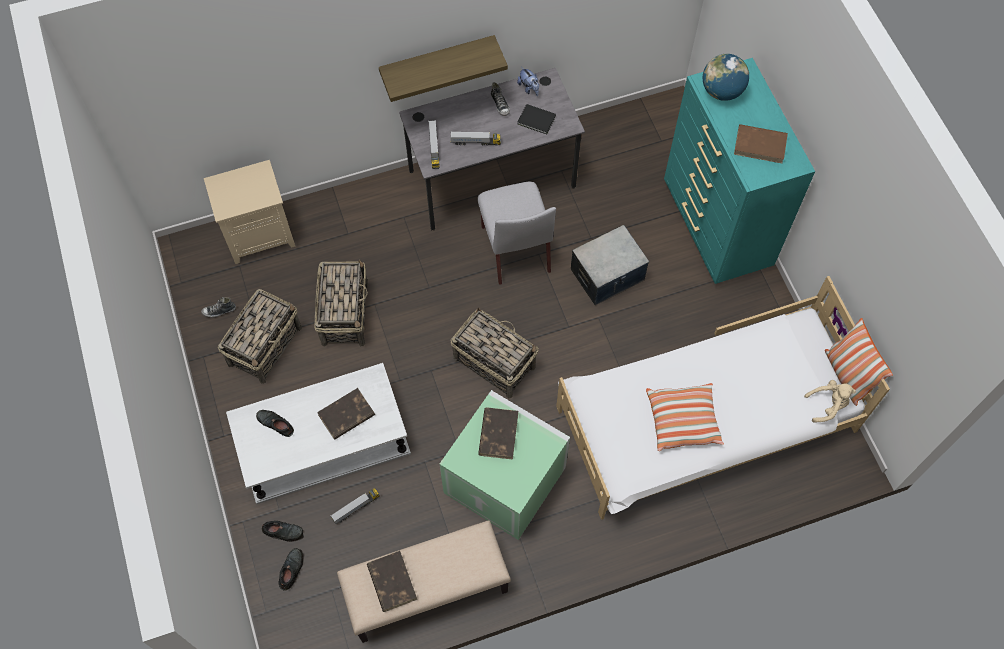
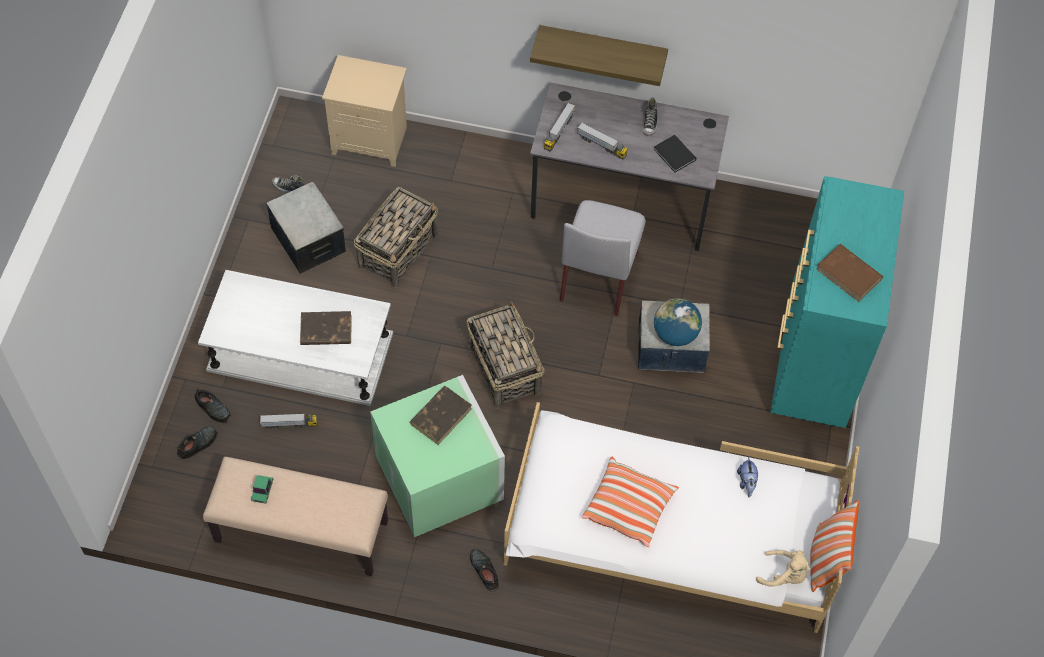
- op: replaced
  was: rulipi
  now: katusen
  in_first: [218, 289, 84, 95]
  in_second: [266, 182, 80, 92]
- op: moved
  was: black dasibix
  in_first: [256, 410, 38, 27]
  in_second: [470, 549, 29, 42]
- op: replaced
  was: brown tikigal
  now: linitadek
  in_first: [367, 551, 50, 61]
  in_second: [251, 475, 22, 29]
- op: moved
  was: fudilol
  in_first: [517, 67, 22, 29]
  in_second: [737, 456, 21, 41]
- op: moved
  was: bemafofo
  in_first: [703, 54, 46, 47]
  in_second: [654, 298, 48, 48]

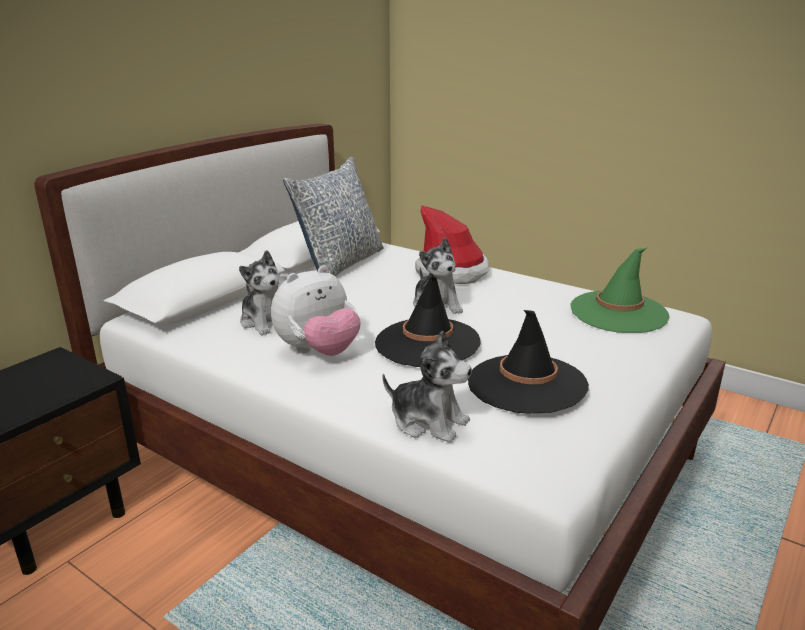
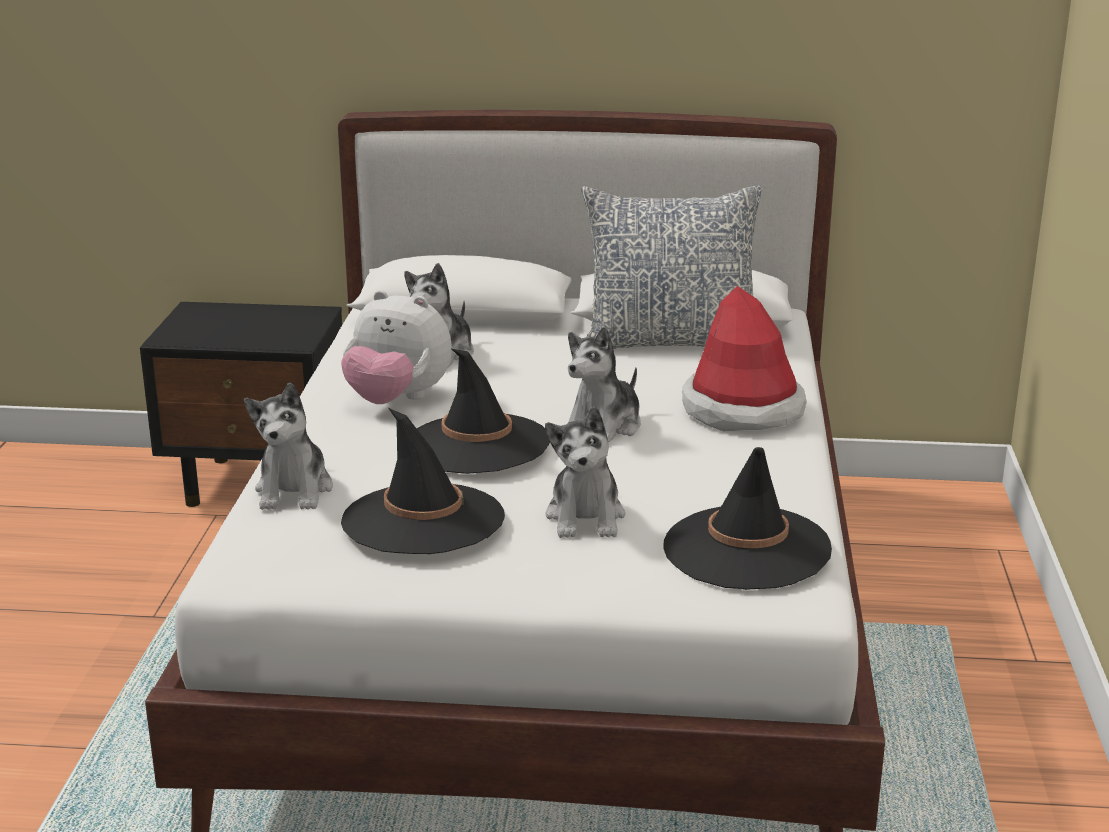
- op: recoloured
  was: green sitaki
  now: black sitaki
  in_first: [570, 248, 100, 85]
  in_second: [663, 447, 169, 143]
- op: added
  now: fudilol
  in_second: [545, 407, 80, 131]

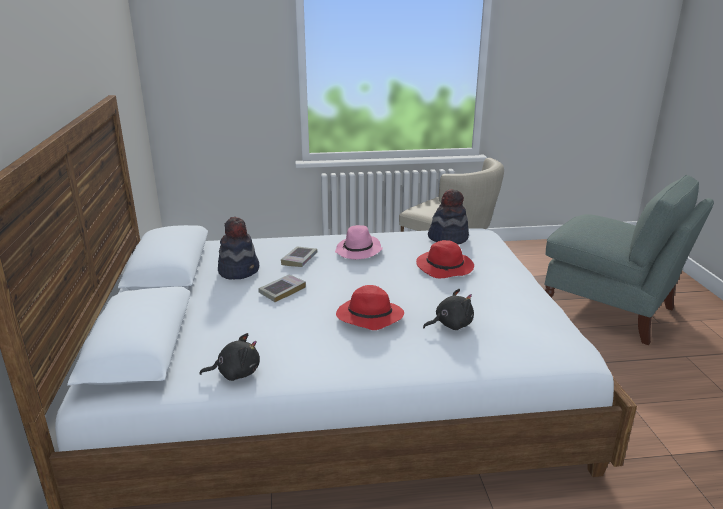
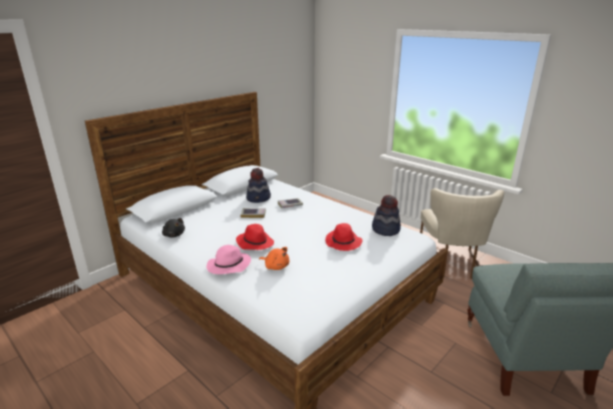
- op: moved
  was: pink sitaki
  in_first: [335, 225, 48, 34]
  in_second: [206, 245, 45, 29]
- op: recoloured
  was: black fudilol
  now: orange fudilol
  in_first: [423, 289, 51, 41]
  in_second: [259, 247, 30, 23]

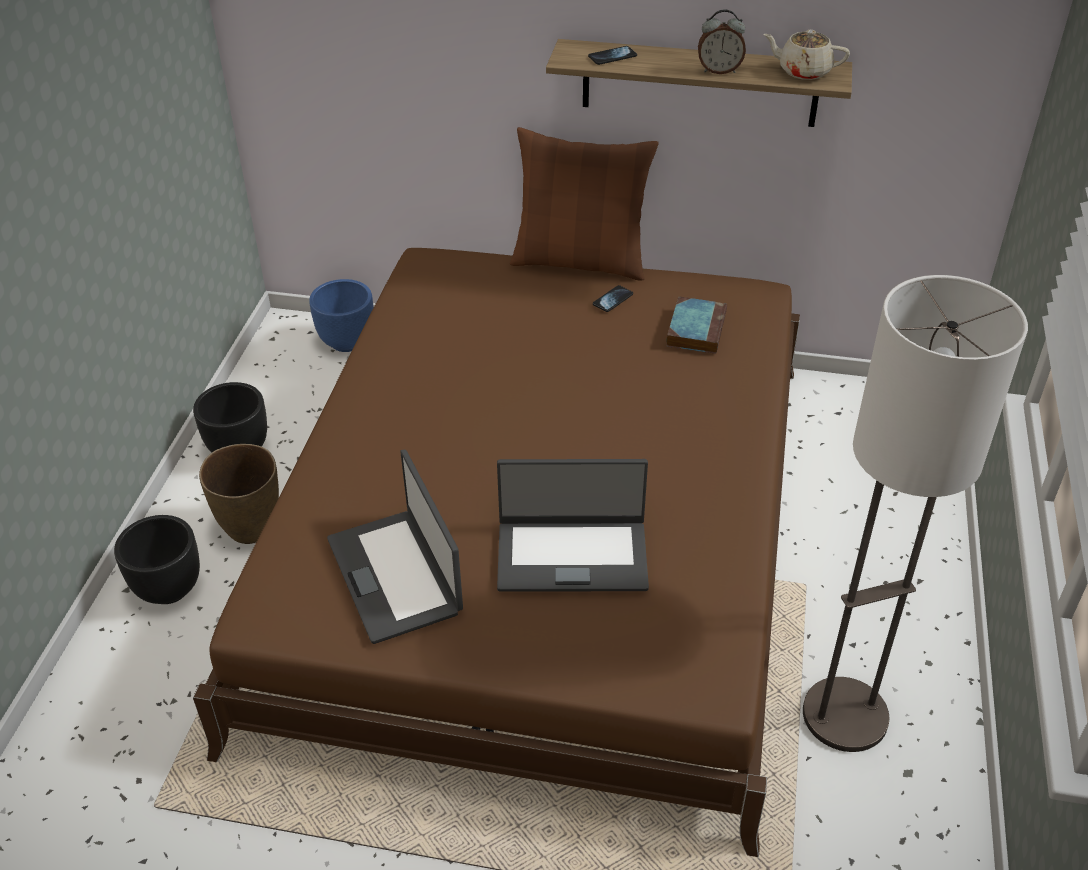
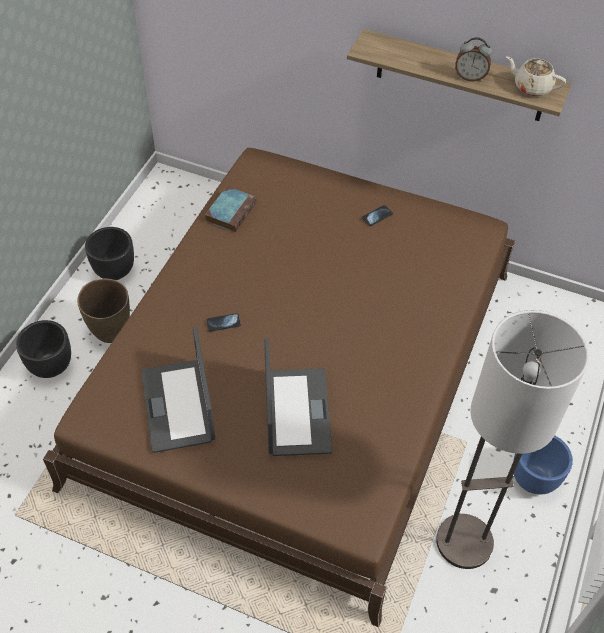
- op: moved
  was: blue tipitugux
  in_first: [309, 279, 64, 73]
  in_second: [513, 436, 60, 59]
- op: turned
  was: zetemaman
  in_first: [497, 459, 152, 133]
  in_second: [264, 338, 68, 118]
  clockwise: -105
- op: removed
  was: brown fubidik
  in_first: [510, 127, 149, 154]
- op: moved
  was: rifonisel
  in_first: [588, 46, 49, 19]
  in_second: [207, 313, 34, 19]
- op: moved
  was: tikigal
  in_first: [666, 296, 61, 58]
  in_second: [205, 186, 52, 46]

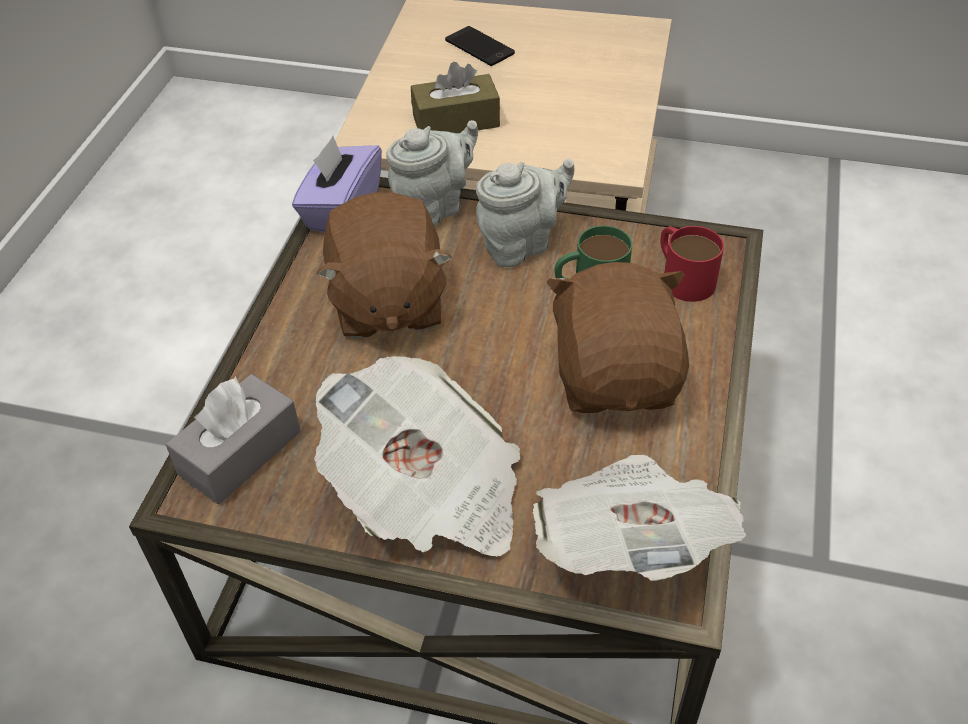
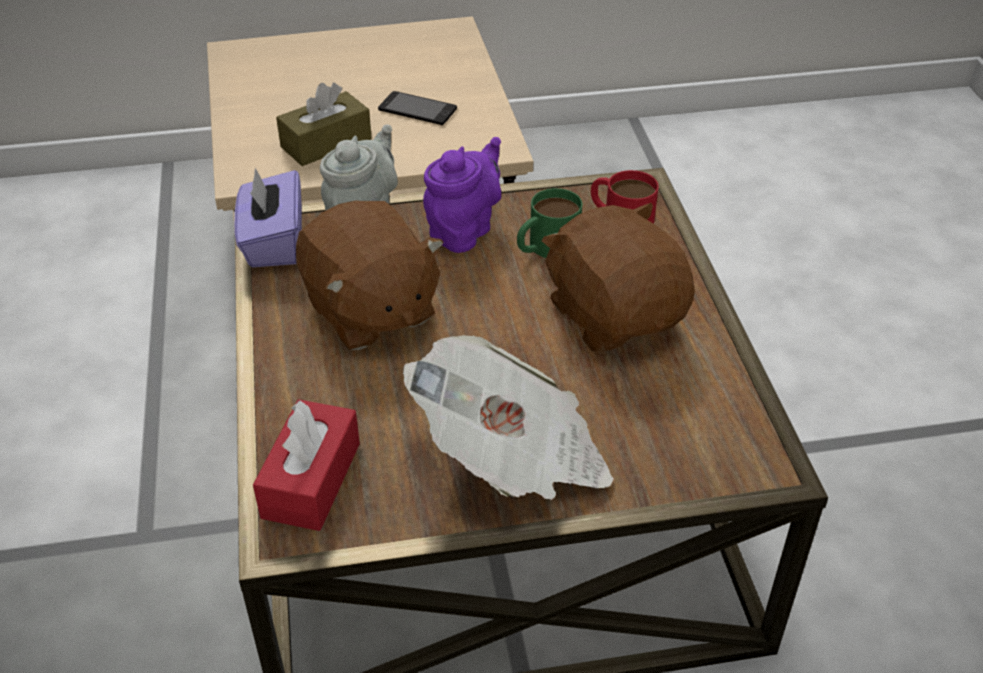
- op: recoloured
  was: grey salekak
  now: red salekak
  in_first: [166, 374, 135, 130]
  in_second: [253, 399, 107, 132]
- op: moved
  was: rifonisel
  in_first: [445, 26, 70, 40]
  in_second: [378, 91, 79, 34]
- op: recoloured
  was: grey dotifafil
  now: purple dotifafil
  in_first: [476, 158, 98, 109]
  in_second: [423, 137, 78, 116]
- op: removed
  was: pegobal
  in_first: [533, 455, 213, 126]

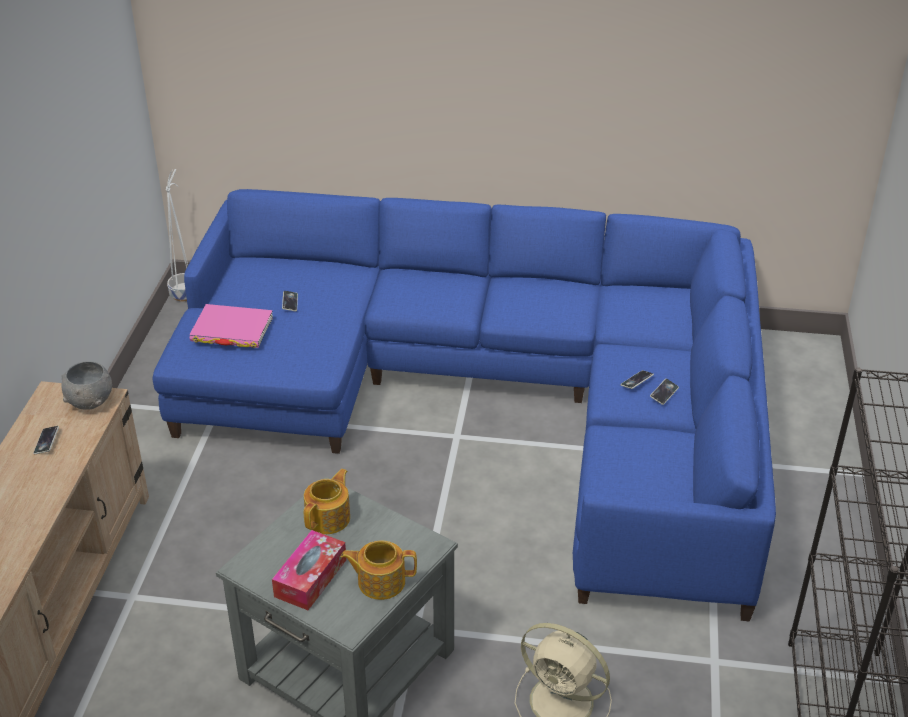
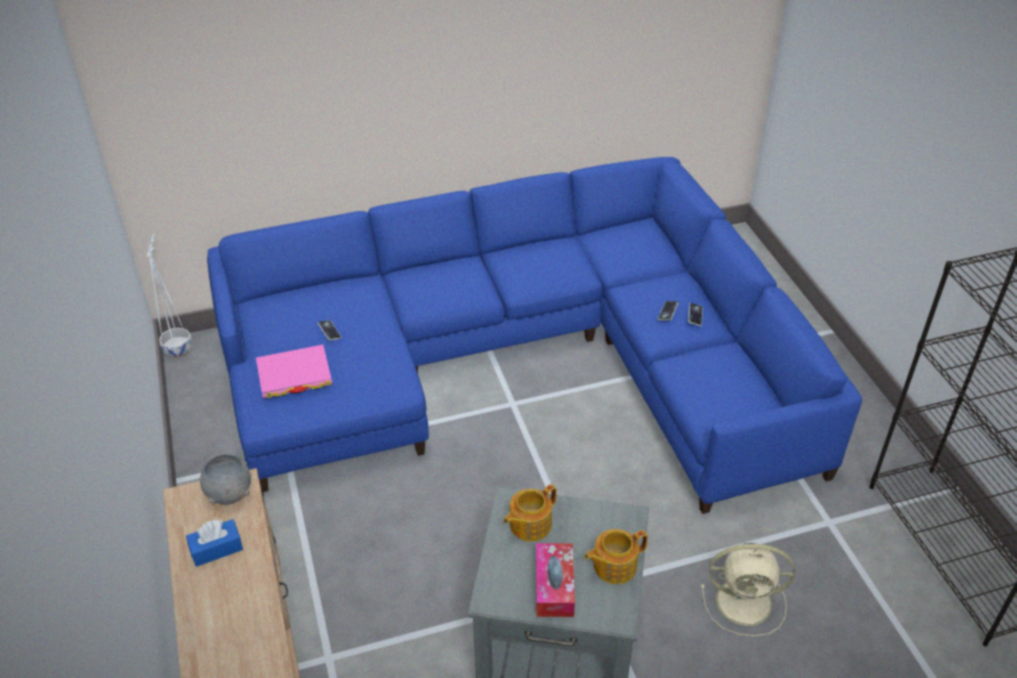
- op: replaced
  was: rifonisel
  now: blue salekak
  in_first: [33, 426, 26, 28]
  in_second: [186, 519, 57, 48]
- op: turned
  was: dotifafil
  in_first: [304, 469, 46, 65]
  in_second: [504, 484, 53, 58]
  clockwise: -135

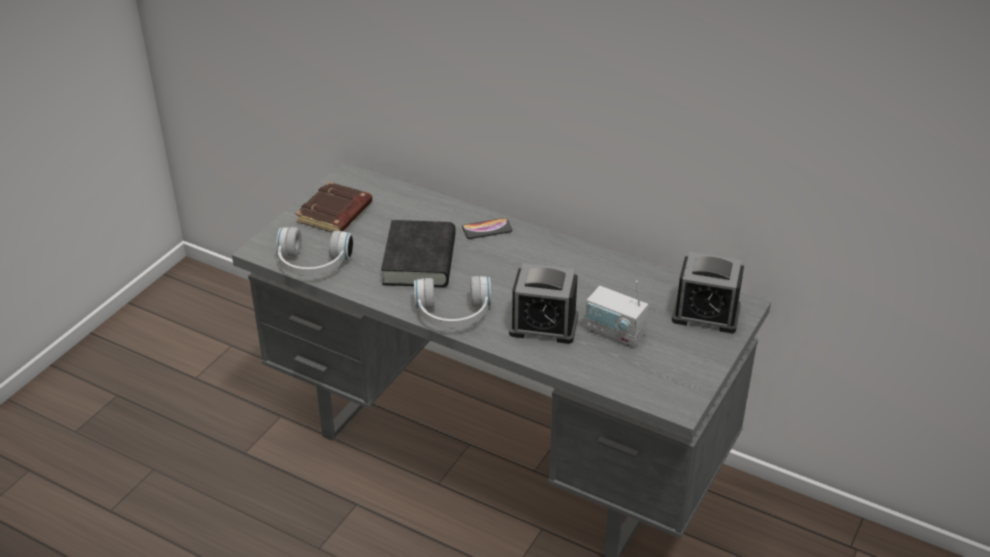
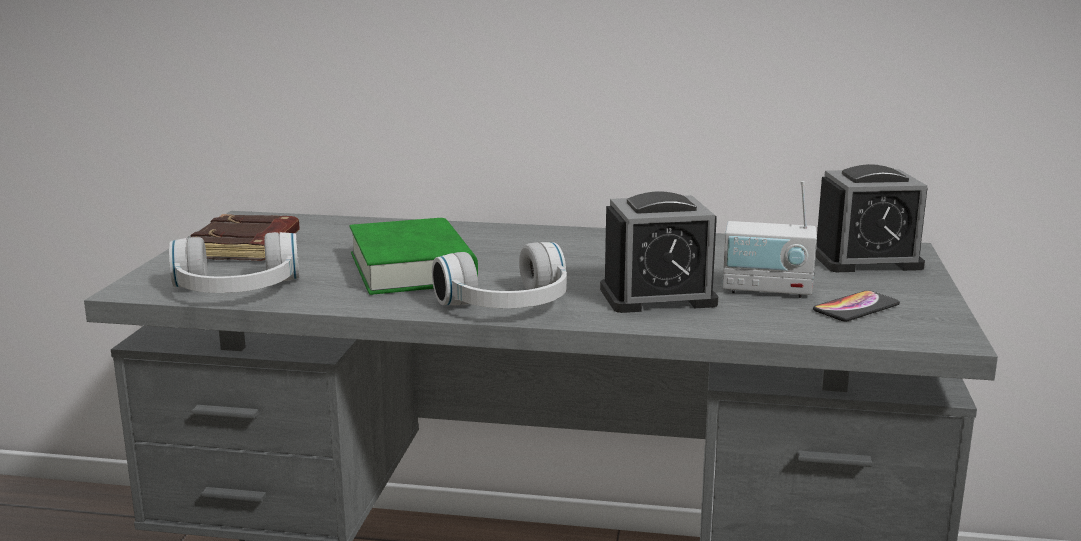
- op: recoloured
  was: black tikigal
  now: green tikigal
  in_first: [381, 220, 75, 67]
  in_second: [350, 218, 128, 77]
- op: moved
  was: rifonisel
  in_first: [462, 218, 50, 21]
  in_second: [813, 290, 87, 31]

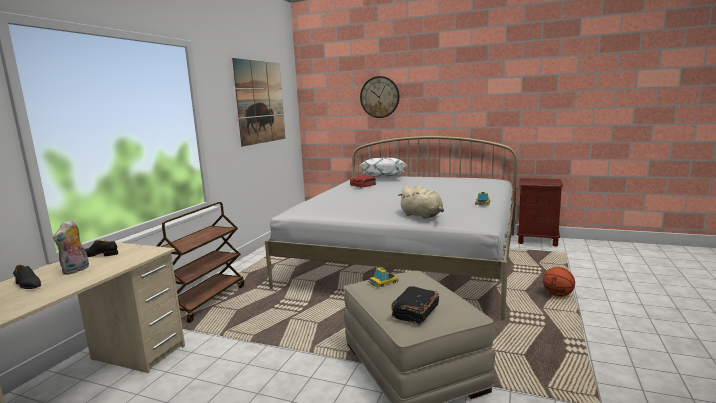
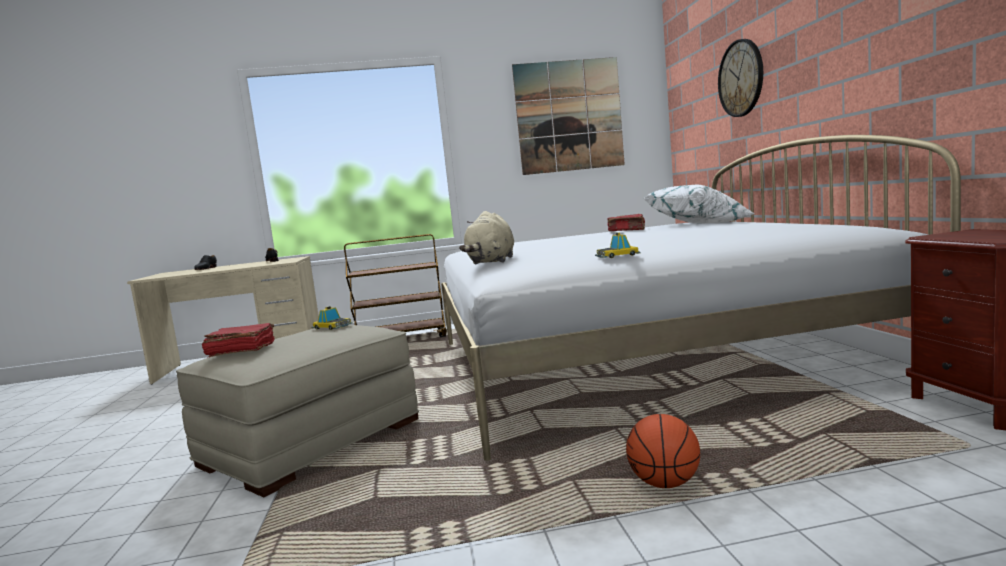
- op: removed
  was: fudilol
  in_first: [53, 220, 36, 55]
- op: recoloured
  was: black tikigal
  now: red tikigal
  in_first: [391, 287, 48, 38]
  in_second: [202, 323, 73, 34]

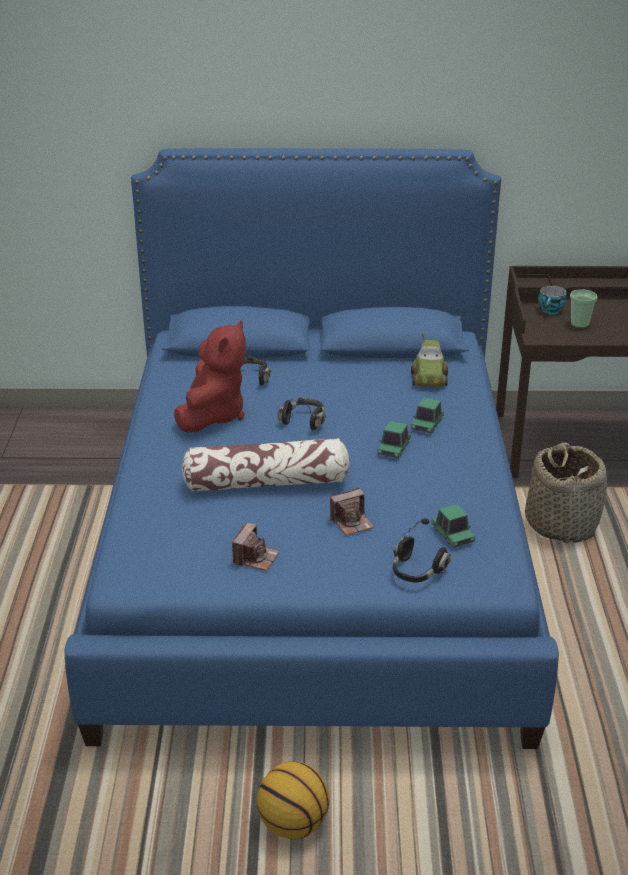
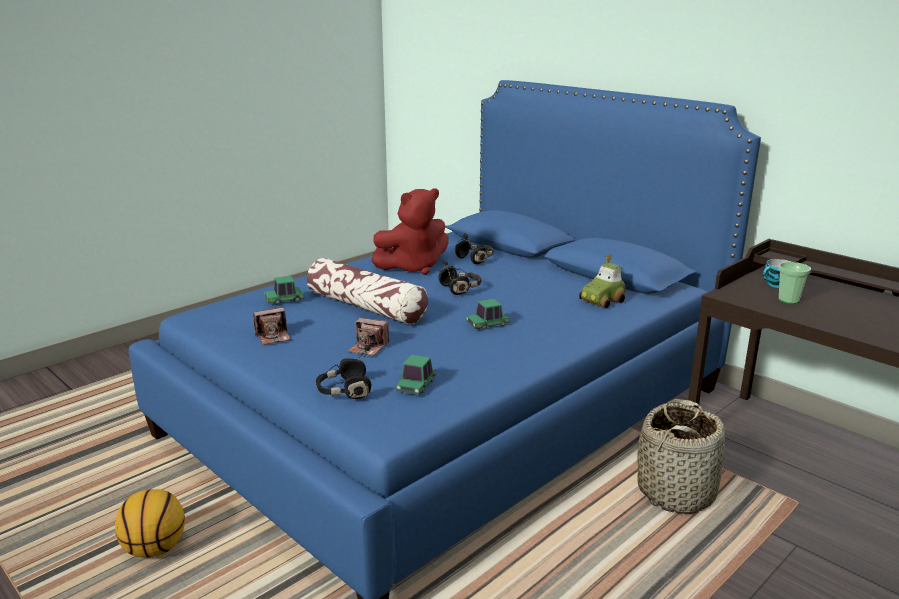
- op: moved
  was: linitadek
  in_first: [411, 397, 33, 36]
  in_second: [264, 276, 40, 29]

